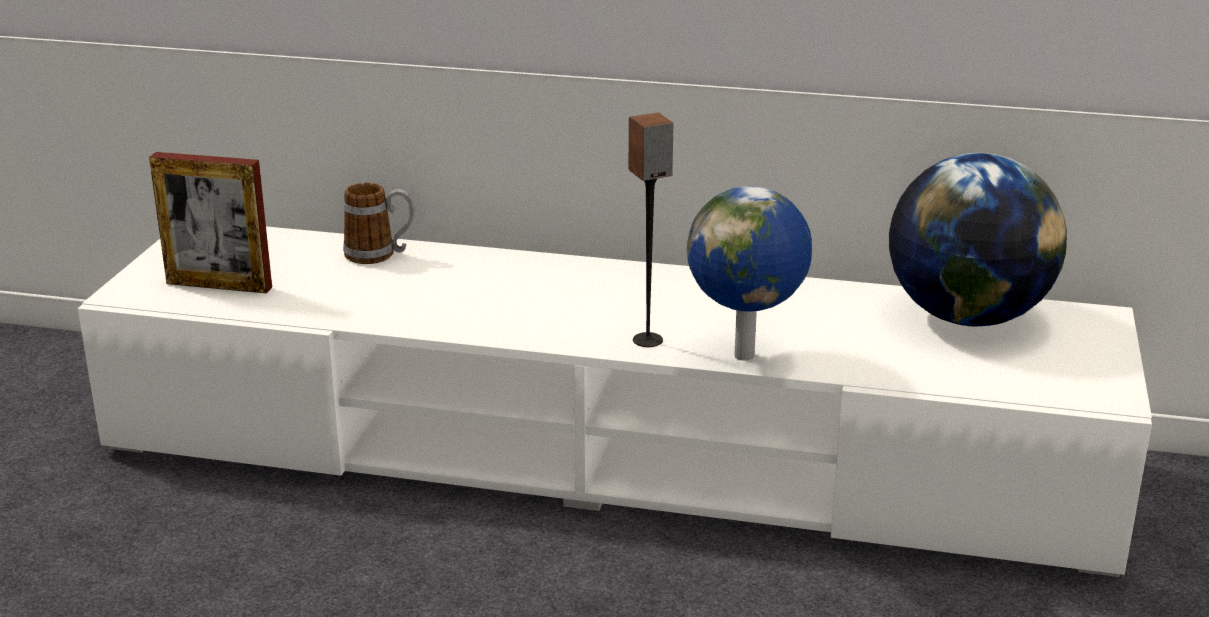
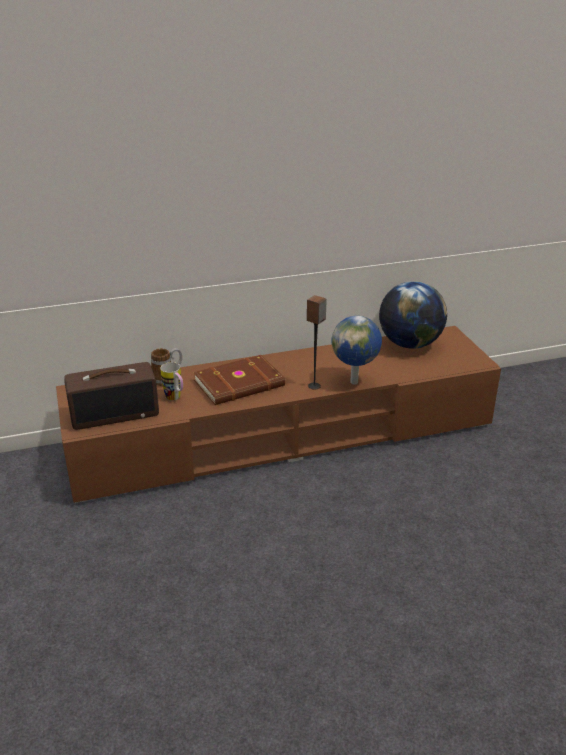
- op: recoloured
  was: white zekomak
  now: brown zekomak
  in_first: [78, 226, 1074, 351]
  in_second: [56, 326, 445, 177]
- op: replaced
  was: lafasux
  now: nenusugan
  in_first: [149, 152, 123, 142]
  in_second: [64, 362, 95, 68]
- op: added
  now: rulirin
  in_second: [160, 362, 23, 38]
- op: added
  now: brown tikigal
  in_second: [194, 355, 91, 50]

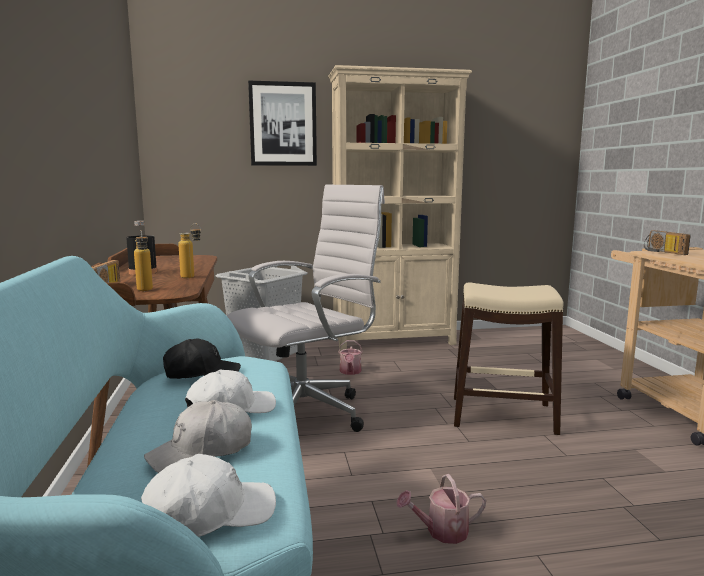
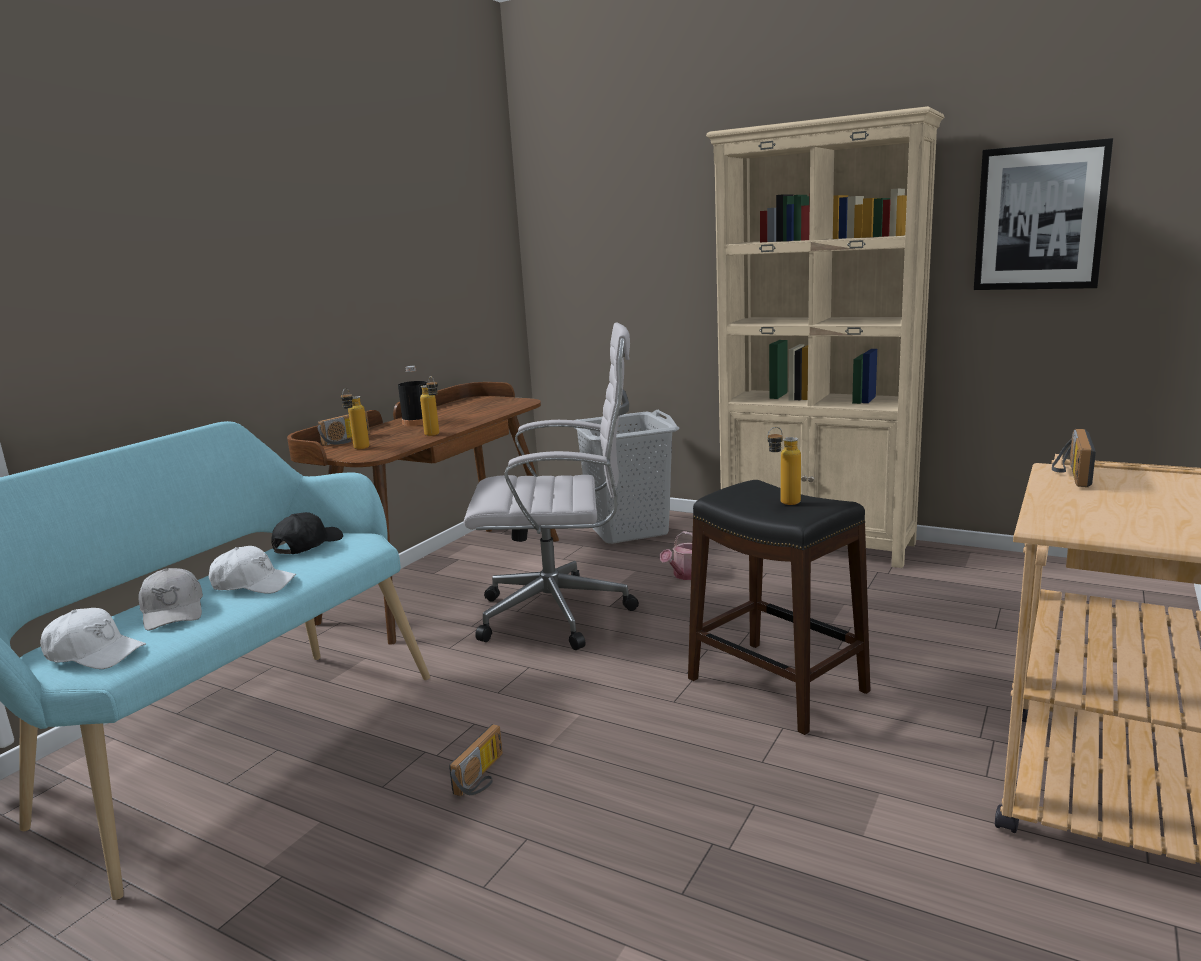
- op: turned
  was: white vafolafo
  in_first: [144, 400, 108, 73]
  in_second: [138, 568, 65, 63]
  clockwise: -120
- op: turned
  was: black vafolafo
  in_first: [163, 338, 78, 41]
  in_second: [272, 512, 71, 42]
  clockwise: -90
- op: moved
  was: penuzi
  in_first: [248, 81, 69, 85]
  in_second: [974, 138, 139, 152]
- op: replaced
  was: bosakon
  now: nenusugan
  in_first: [397, 474, 89, 70]
  in_second: [449, 724, 54, 72]
- op: recoloured
  was: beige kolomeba
  now: black kolomeba
  in_first: [454, 282, 110, 153]
  in_second: [688, 480, 182, 255]
- op: added
  now: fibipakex
  in_second: [767, 427, 34, 78]

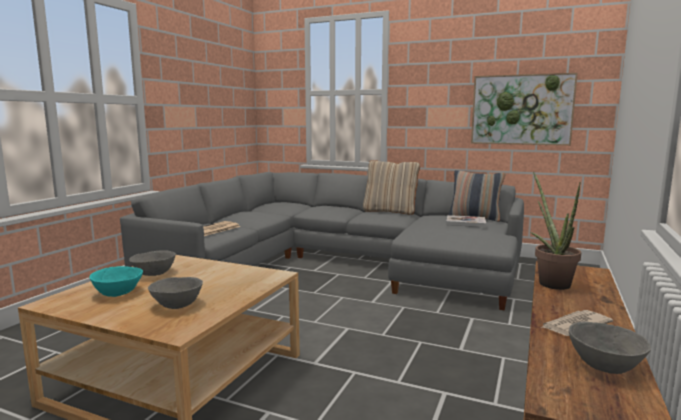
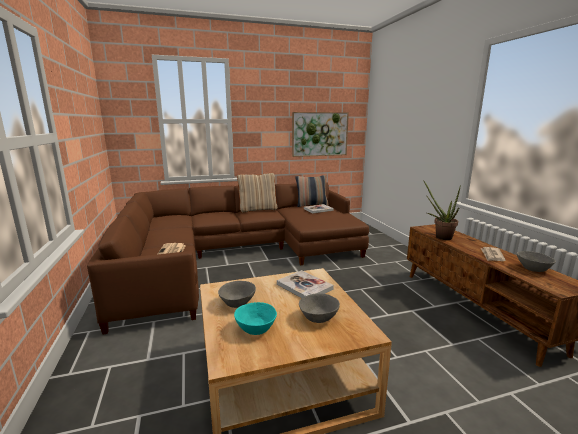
- op: recoloured
  was: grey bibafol
  now: brown bibafol
  in_first: [120, 172, 404, 139]
  in_second: [87, 182, 282, 152]
- op: added
  now: tikigal
  in_second: [277, 270, 57, 28]

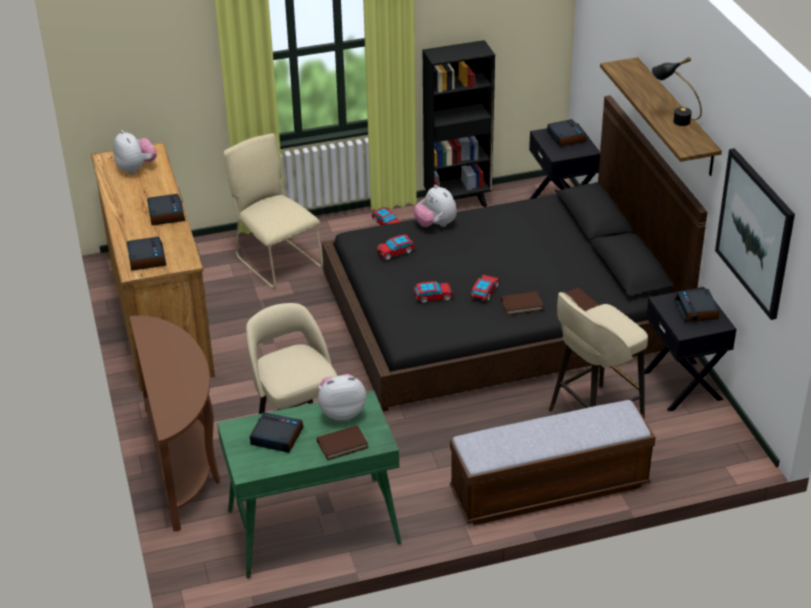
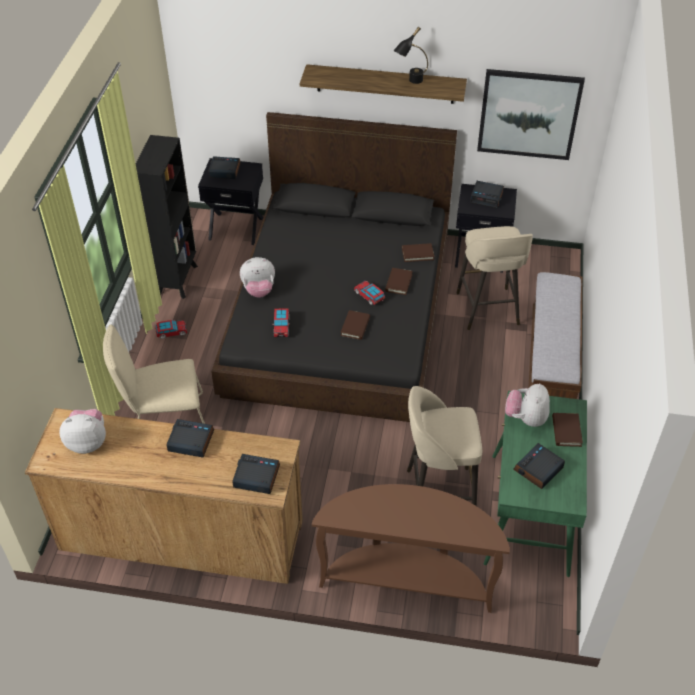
- op: replaced
  was: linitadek
  now: brown tikigal
  in_first: [414, 281, 39, 22]
  in_second: [340, 310, 30, 30]

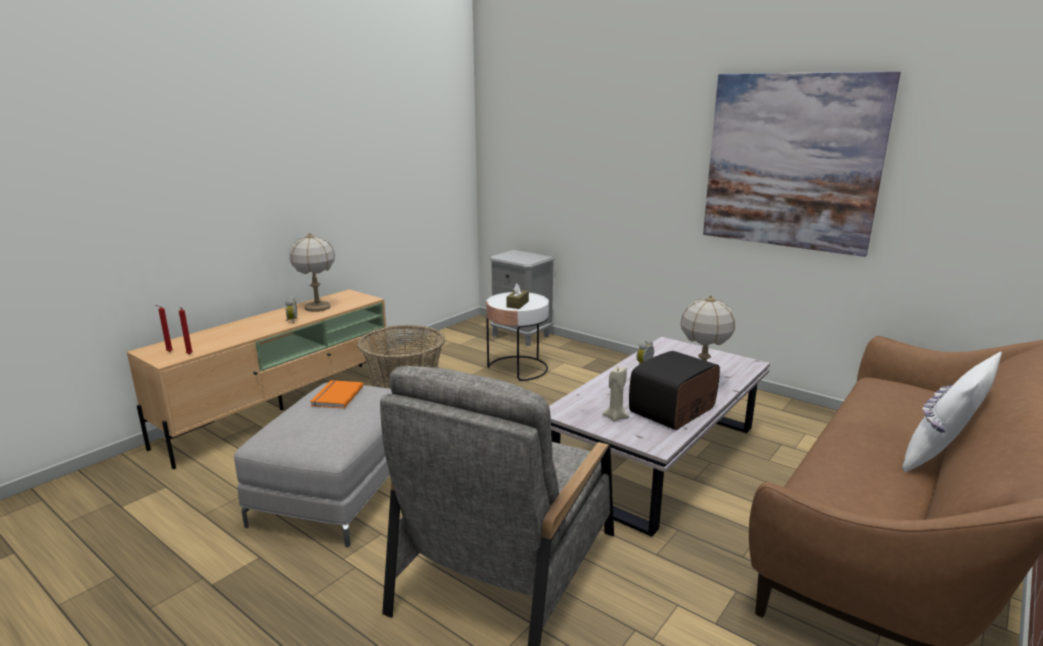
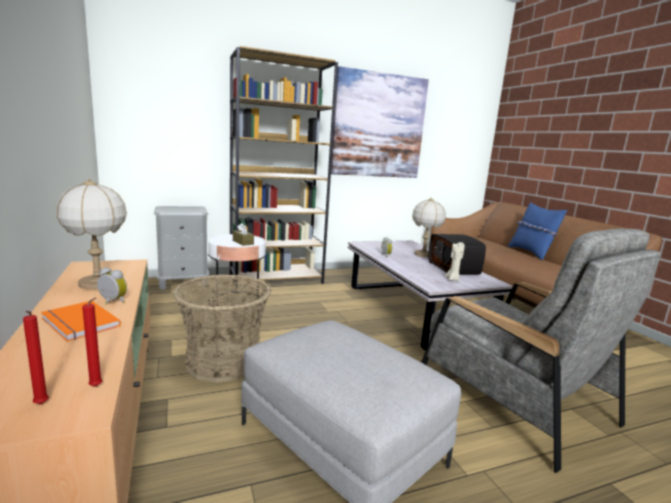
- op: moved
  was: orange tikigal
  in_first: [310, 380, 53, 29]
  in_second: [41, 301, 80, 41]
- op: recoloured
  was: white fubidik
  now: blue fubidik
  in_first: [902, 352, 100, 120]
  in_second: [508, 202, 59, 58]
- op: added
  now: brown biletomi
  in_second: [230, 46, 108, 240]

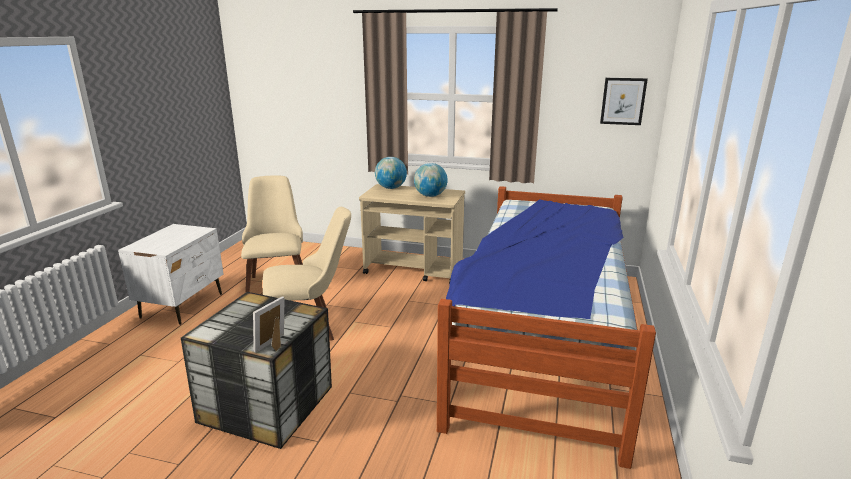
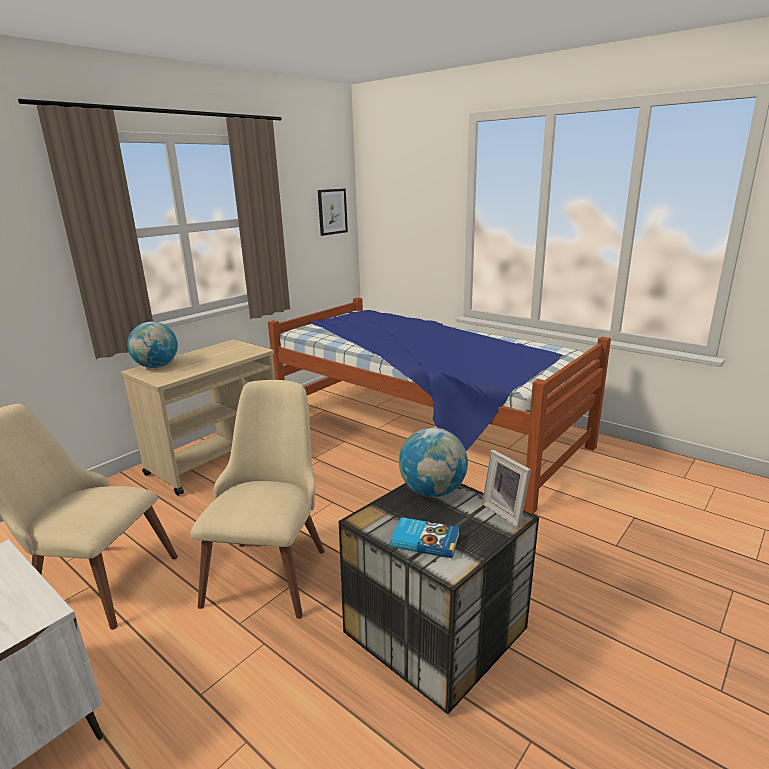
- op: moved
  was: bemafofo
  in_first: [414, 163, 34, 34]
  in_second: [399, 428, 69, 69]
- op: added
  now: tikigal
  in_second: [390, 517, 70, 41]

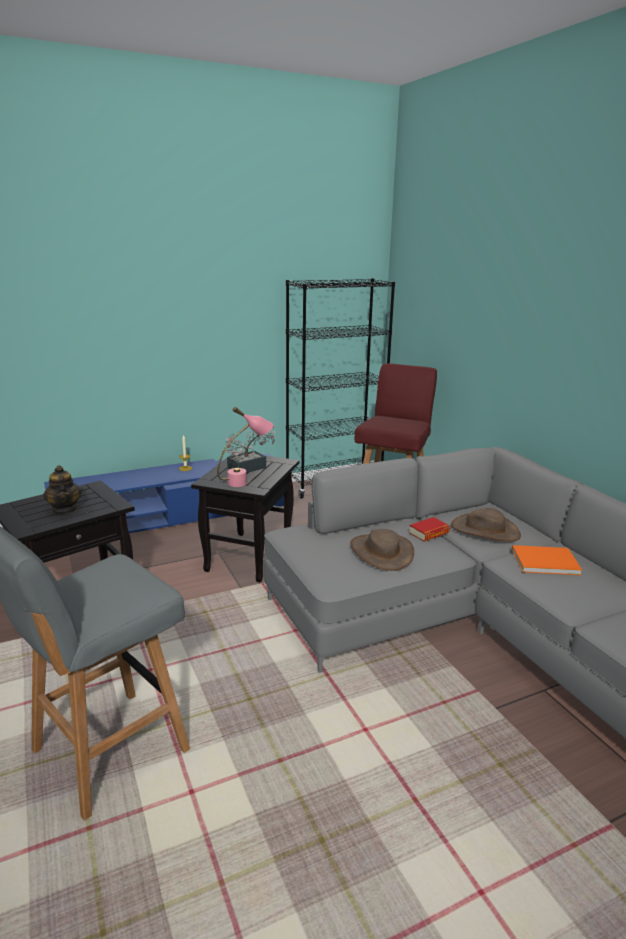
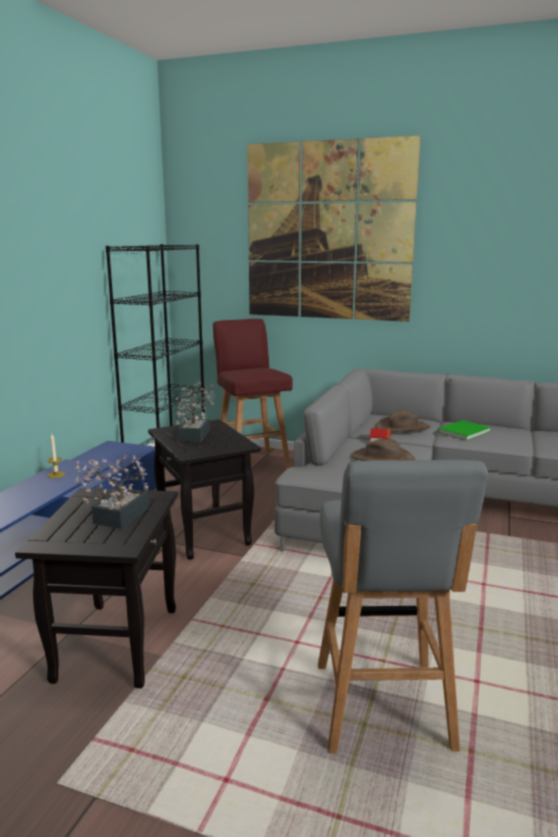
- op: replaced
  was: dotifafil
  now: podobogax
  in_first: [43, 465, 39, 49]
  in_second: [74, 455, 74, 74]
- op: removed
  was: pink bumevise
  in_first: [217, 407, 56, 80]
- op: recoloured
  was: orange tikigal
  now: green tikigal
  in_first: [512, 545, 70, 30]
  in_second: [437, 420, 54, 20]
- op: added
  now: penuzi
  in_second: [247, 135, 174, 187]

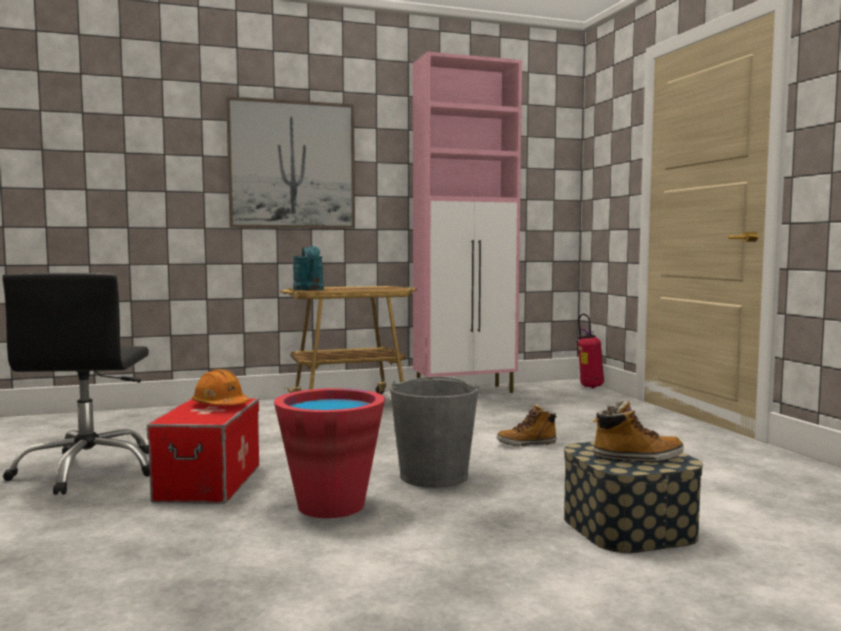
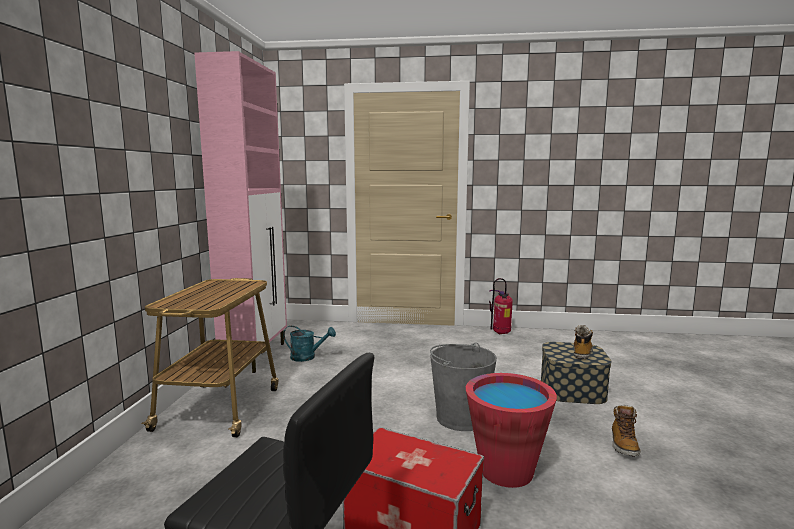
- op: removed
  was: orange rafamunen
  in_first: [192, 369, 58, 37]
- op: removed
  was: penuzi
  in_first: [226, 96, 129, 133]
- op: moved
  was: turquoise bosakon
  in_first: [293, 246, 31, 44]
  in_second: [283, 326, 53, 36]
- op: moved
  was: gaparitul
  in_first: [497, 403, 61, 43]
  in_second: [612, 405, 29, 52]
- op: moved
  was: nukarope
  in_first: [576, 313, 28, 75]
  in_second: [489, 278, 24, 56]

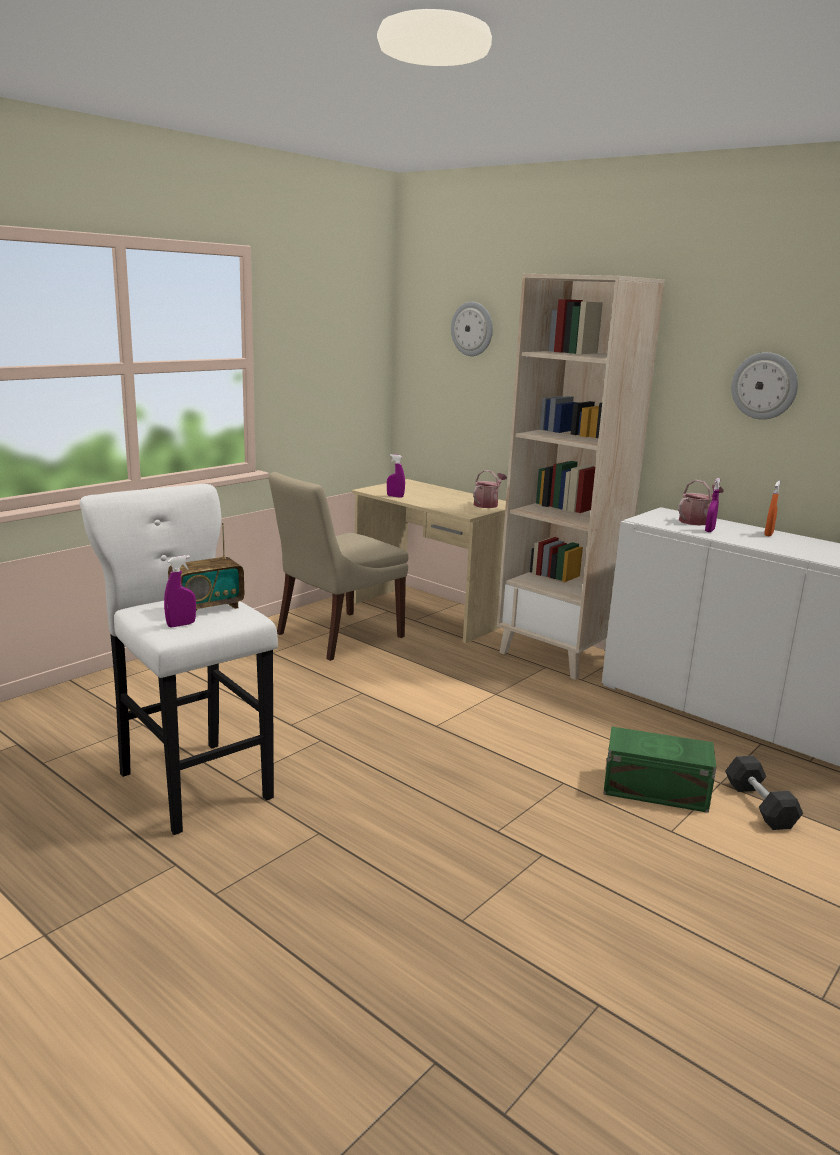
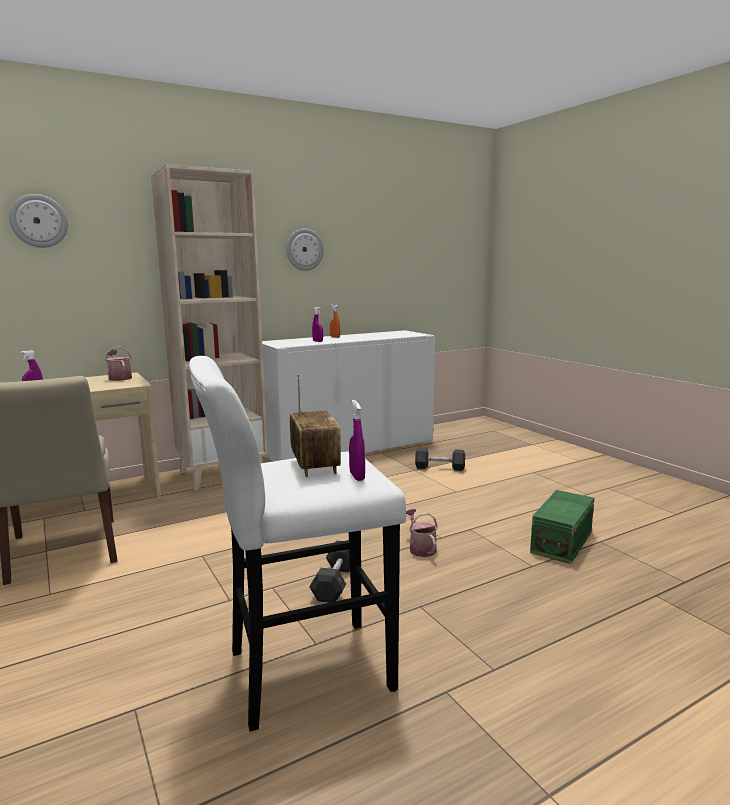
- op: moved
  was: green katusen
  in_first: [603, 726, 113, 87]
  in_second: [530, 490, 64, 74]
- op: moved
  was: bosakon
  in_first: [678, 480, 46, 46]
  in_second: [406, 509, 31, 48]
- op: added
  now: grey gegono
  in_second: [309, 540, 41, 63]

